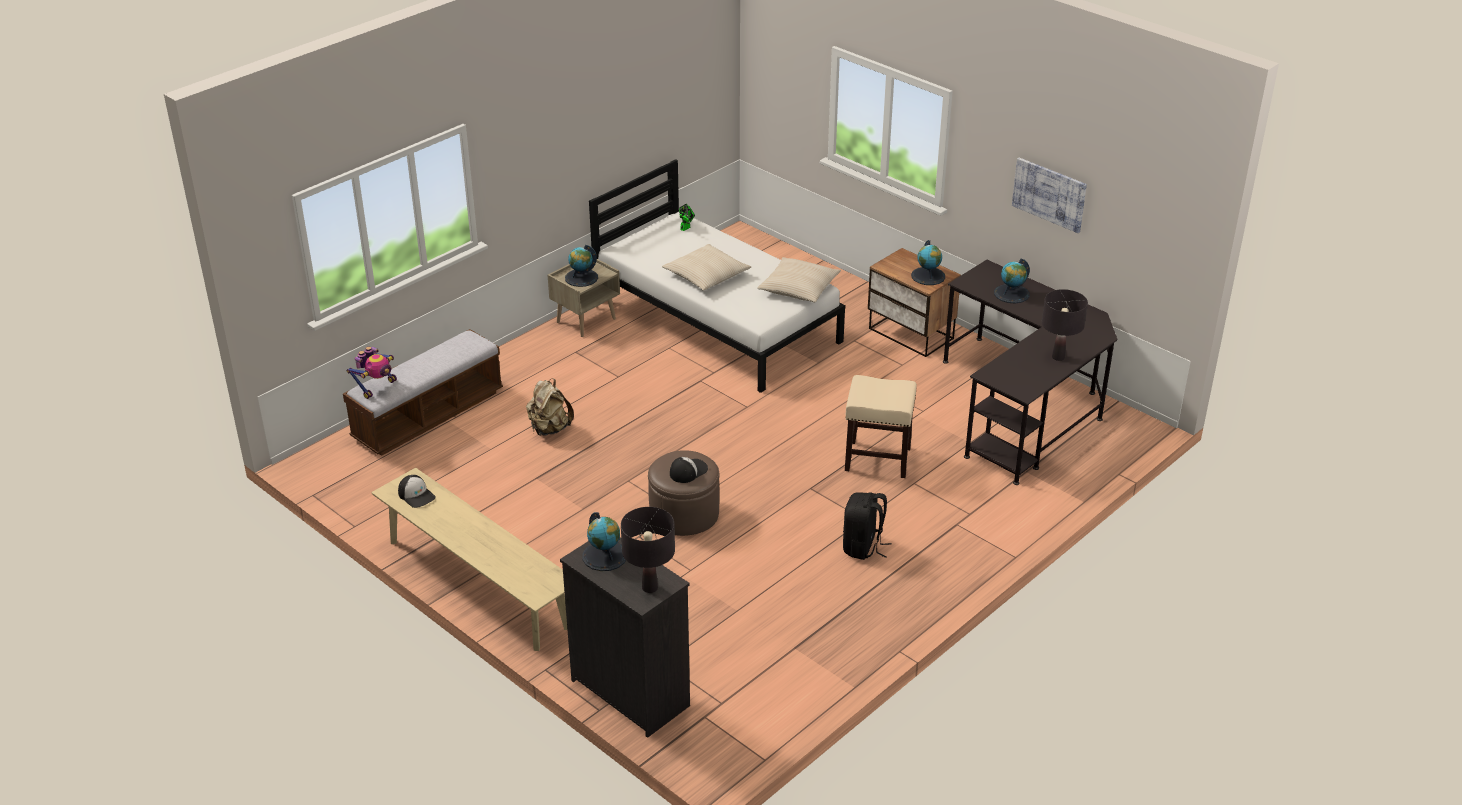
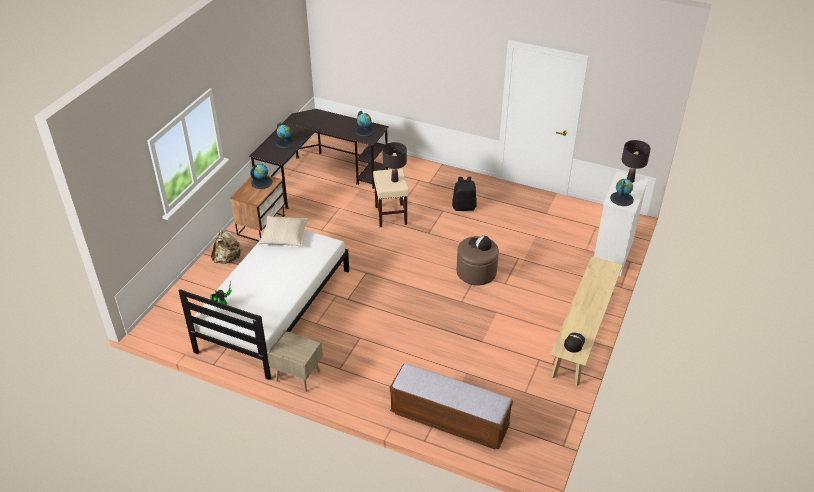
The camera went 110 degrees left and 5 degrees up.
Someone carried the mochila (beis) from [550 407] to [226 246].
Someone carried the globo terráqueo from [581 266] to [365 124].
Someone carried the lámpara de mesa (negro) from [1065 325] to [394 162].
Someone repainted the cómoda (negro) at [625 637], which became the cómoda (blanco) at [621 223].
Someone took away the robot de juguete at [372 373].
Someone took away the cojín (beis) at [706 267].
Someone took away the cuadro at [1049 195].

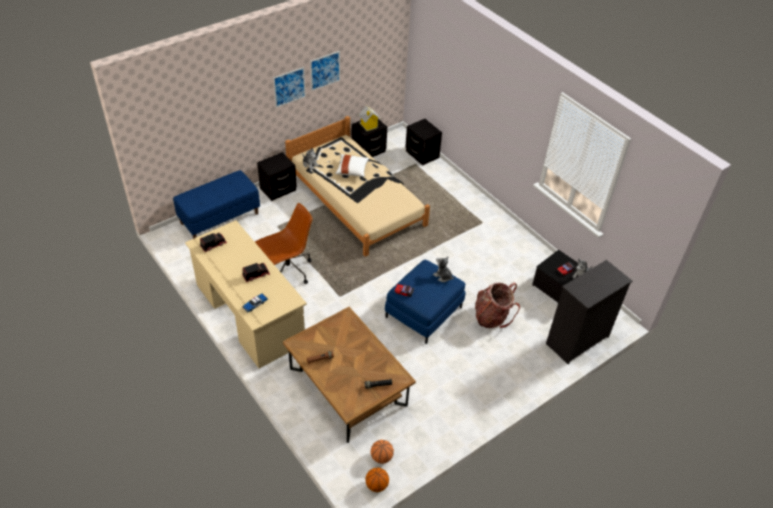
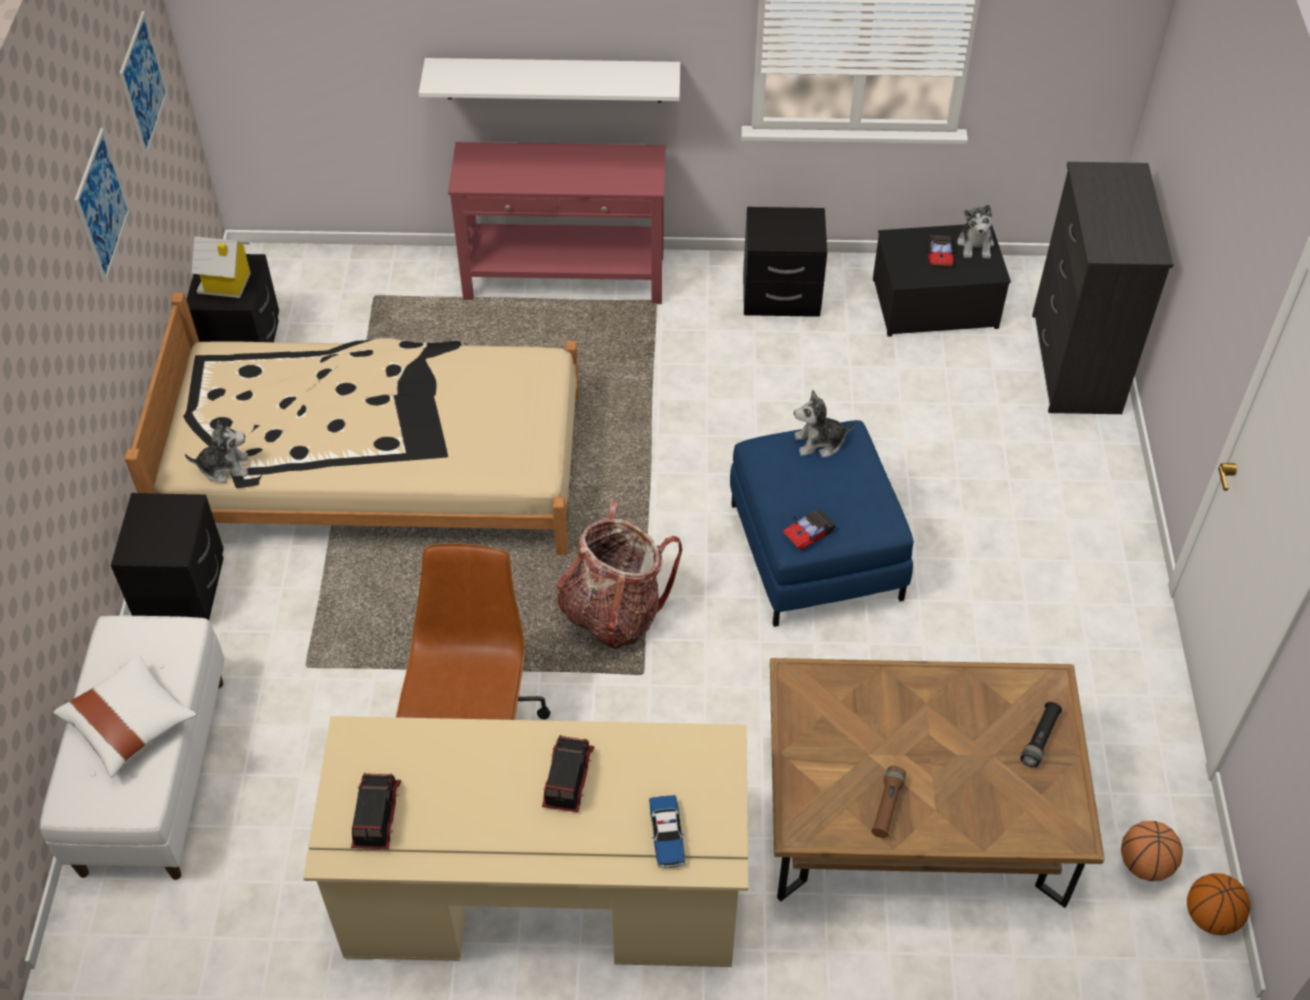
The camera went 50 degrees left and 5 degrees up.
Someone repainted the banco (azul) at [216 204], which became the banco (blanco) at [132 747].
Someone carried the cojín (blanco) from [352 165] to [124 716].
Someone carried the cuadro from [289 87] to [143 83].
Someone put up the estante (blanco) at [549 80].
Someone put down the mesa consola (rojo) at [557 223].
Someone carried the mochila from [497 305] to [619 575].
Someone carried the mesita de noche (negro) from [423 142] to [785 262].

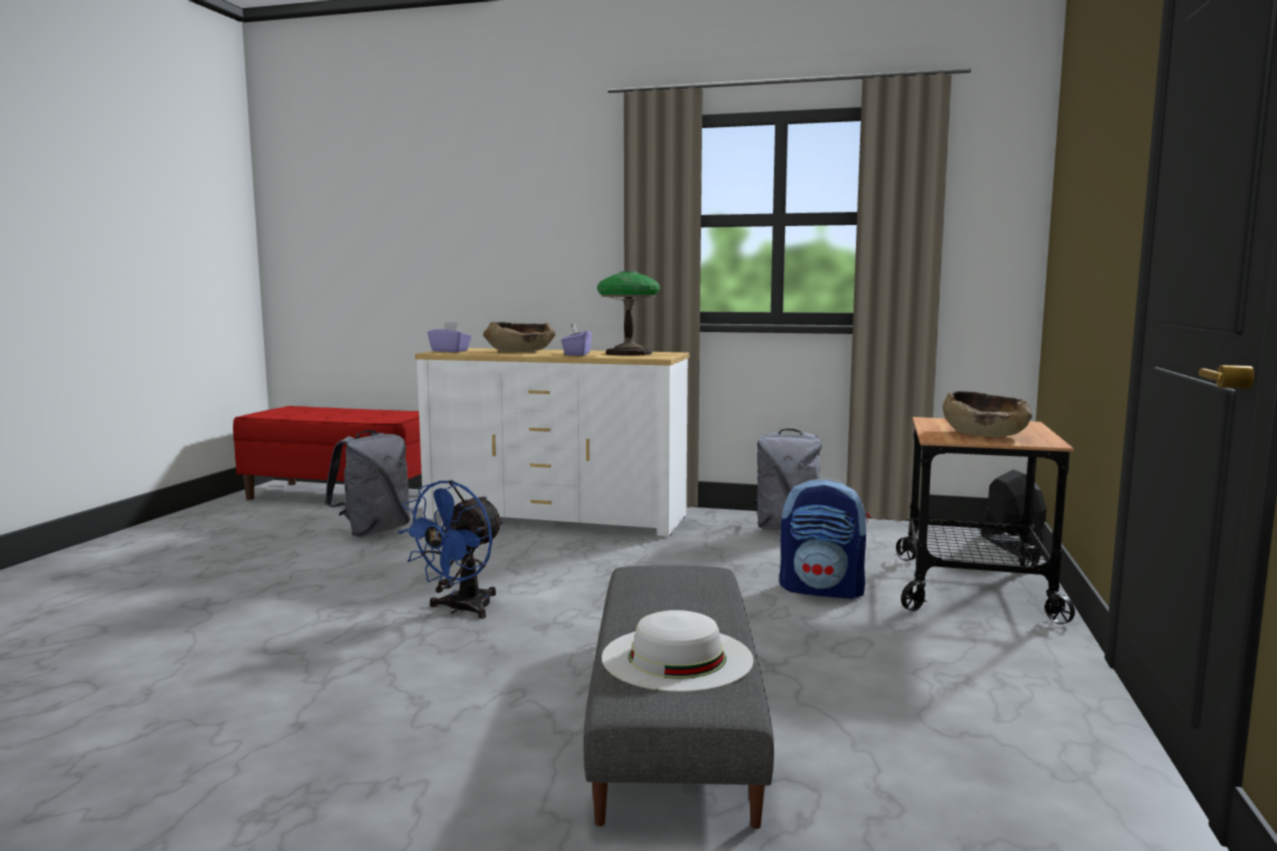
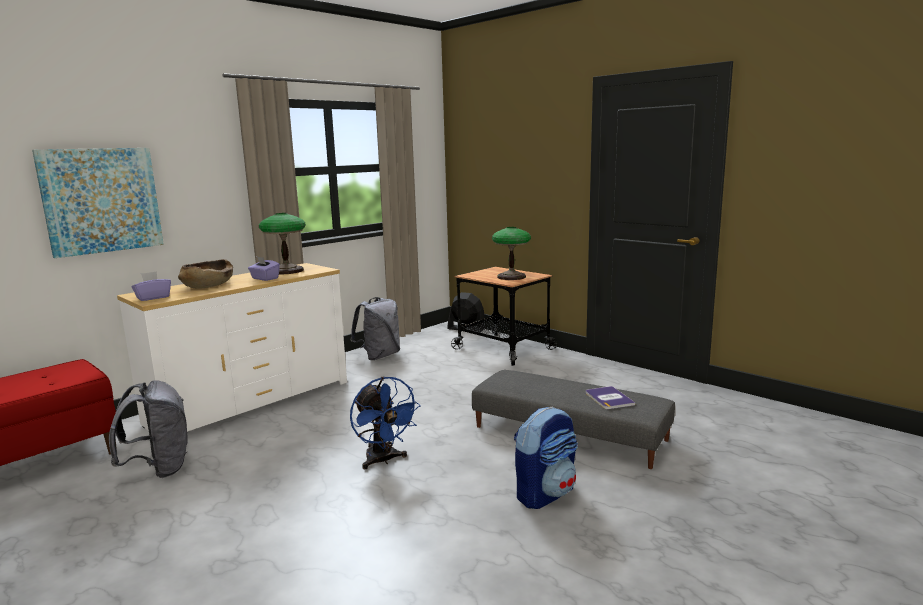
The camera went 60 degrees left and 5 degrees up.
Someone put up the cuadro at [98 203].
Someone swapped the cuenco (marrón) at [987 414] for the lámpara de mesa at [511 253].
Someone carried the mochila from [824 538] to [546 458].
Someone swapped the sombrero (blanco) at [678 651] for the libro at [610 397].

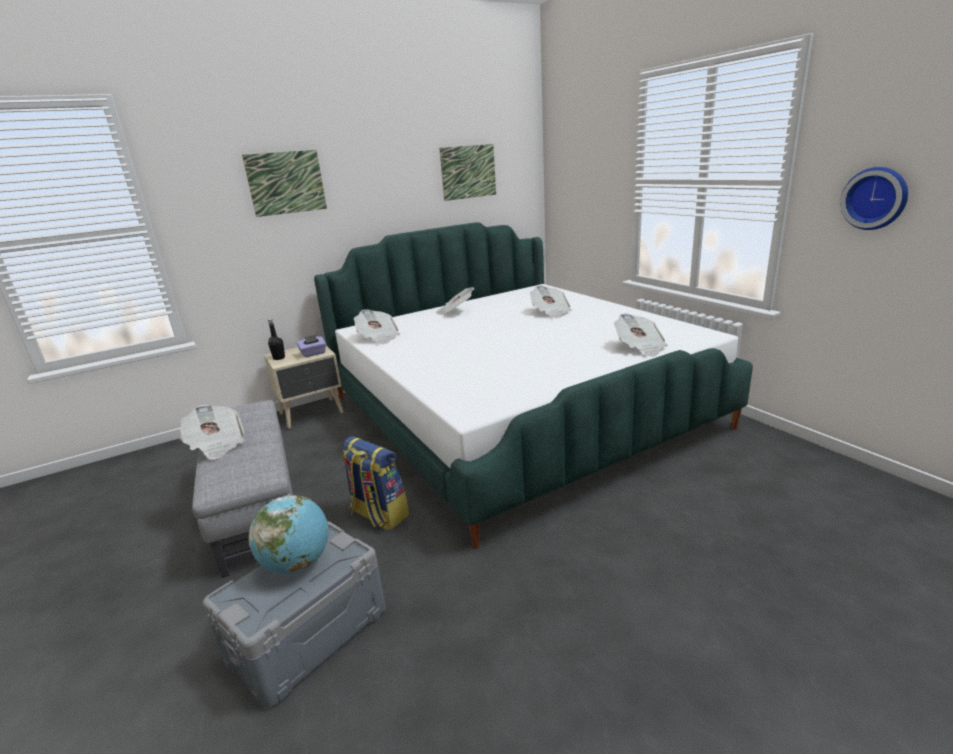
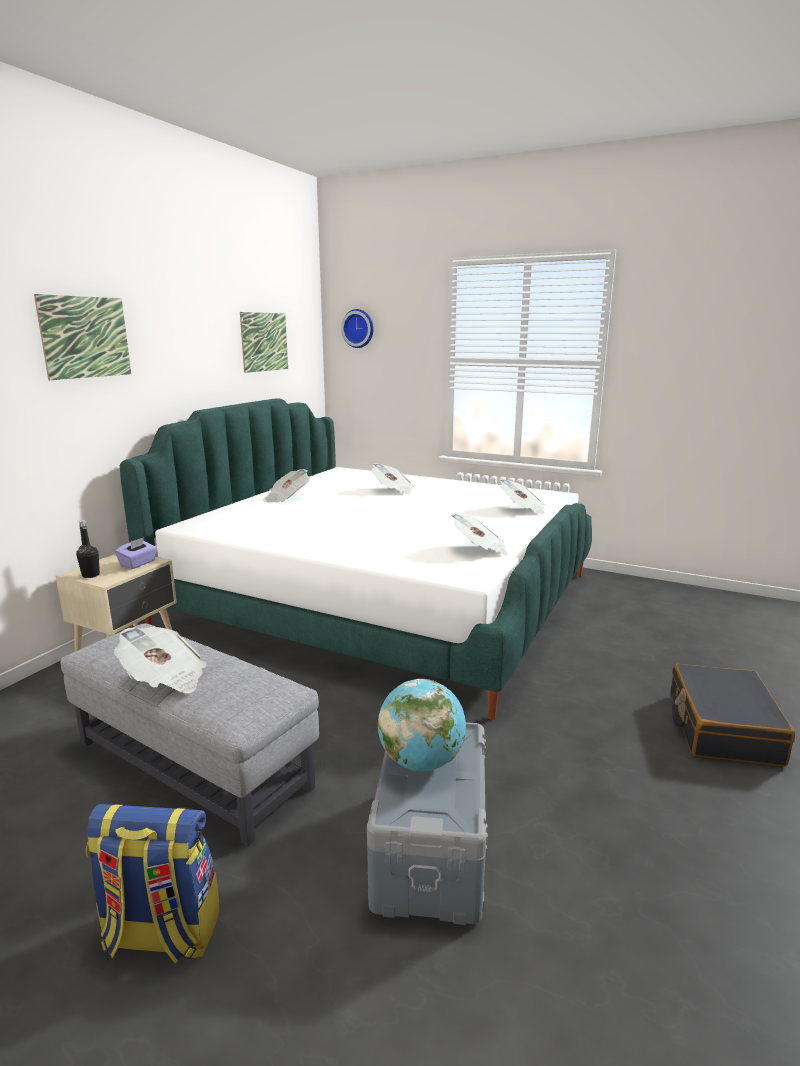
The camera went 35 degrees left and 5 degrees down.
Someone carried the mochila from [375 483] to [153 883].
Someone carried the reloj de pared from [874 198] to [357 328].
Someone carried the periódico from [377 326] to [479 534].
Someone put down the maleta (negro) at [732 715].

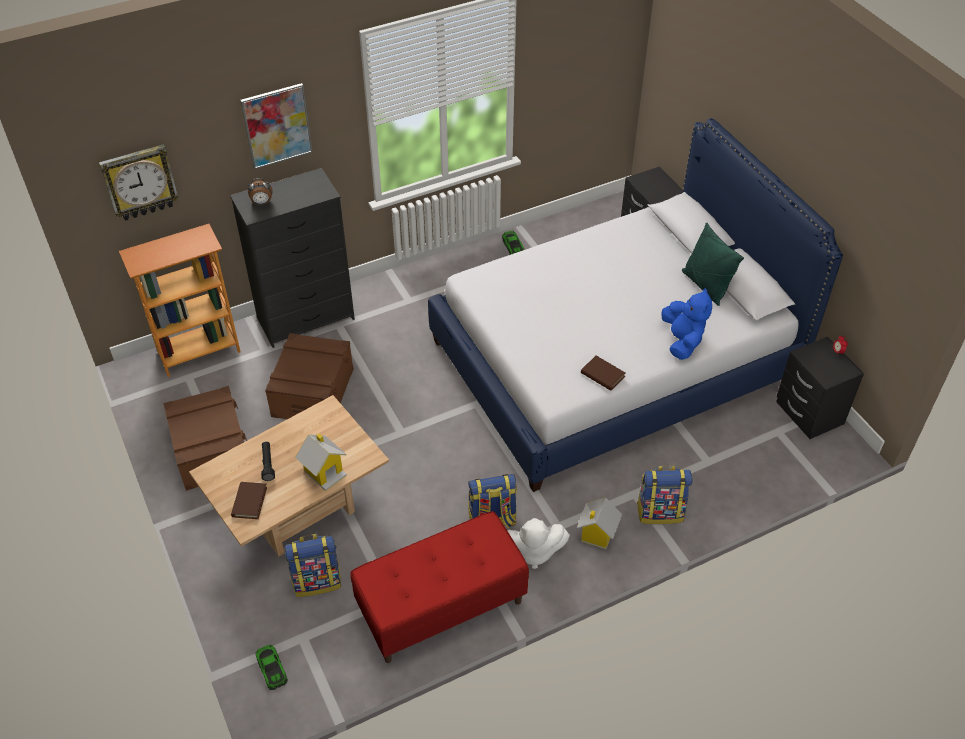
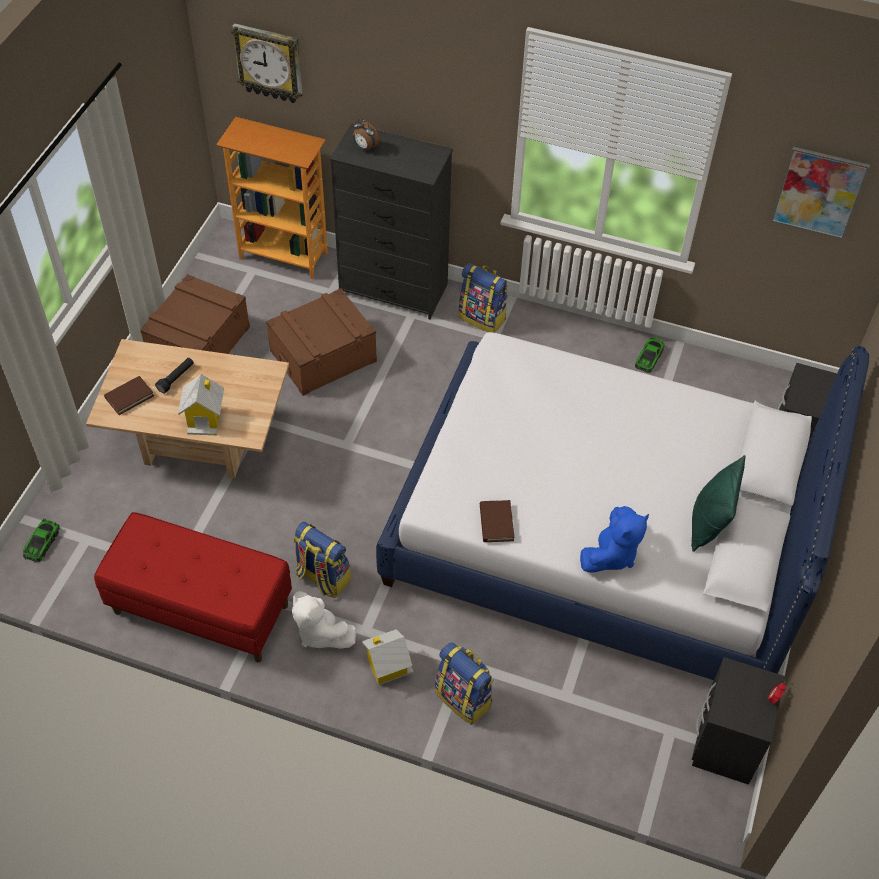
The camera went 45 degrees right and 5 degrees up.
Someone carried the mochila from [313 565] to [483 298].
Someone carried the cuadro from [276 126] to [820 193].

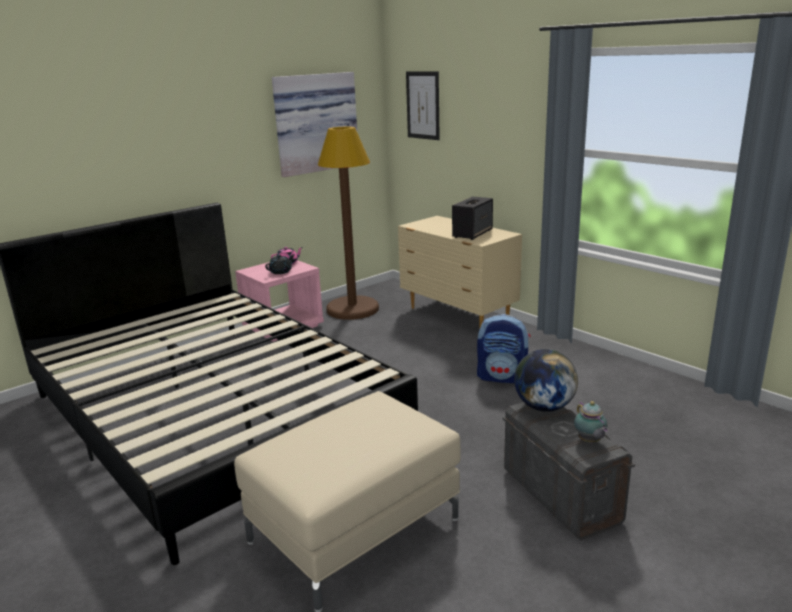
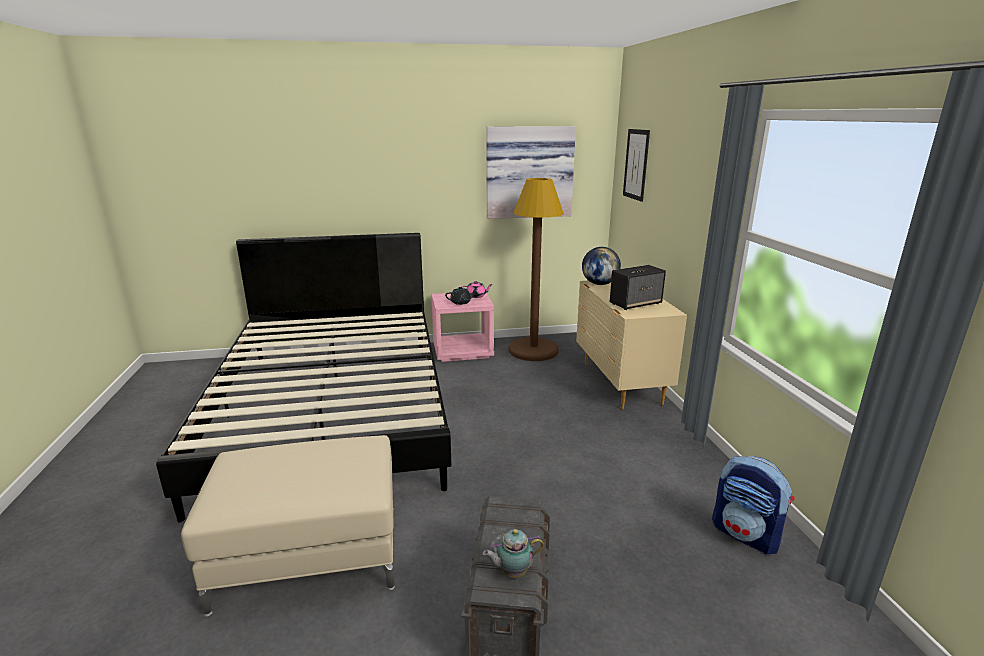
The camera went 30 degrees right and 0 degrees up.
Someone rotated the tetera at [591 422] by 60 degrees clockwise.
Someone carried the globo terráqueo from [546 380] to [601 266].
Someone carried the mochila from [504 348] to [753 505].

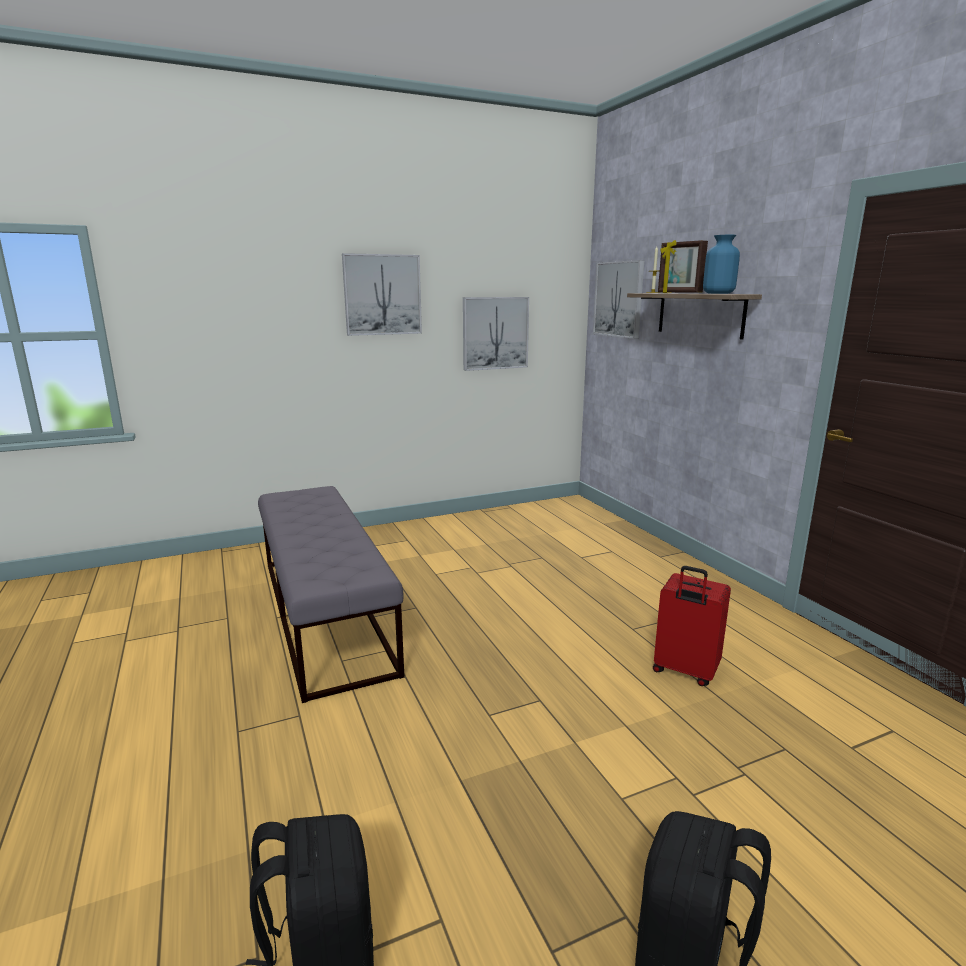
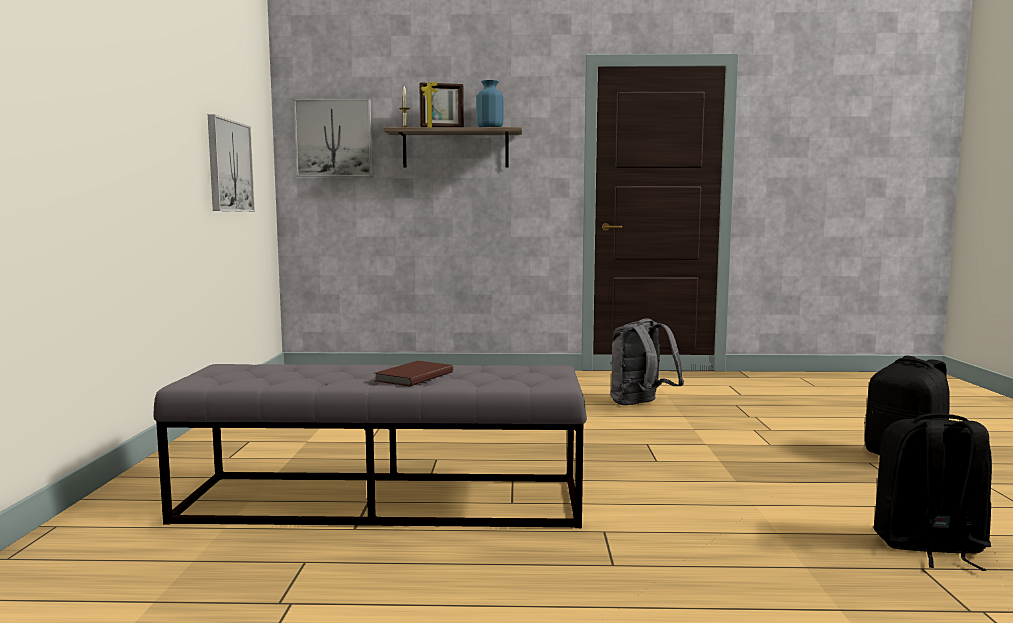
The camera went 65 degrees left and 10 degrees down.
Someone put down the libro (marrón) at [414 373].
Someone swapped the maleta (rojo) at [692 626] for the mochila (gris) at [647 361].
Someone took away the cuadro at [382 294].

